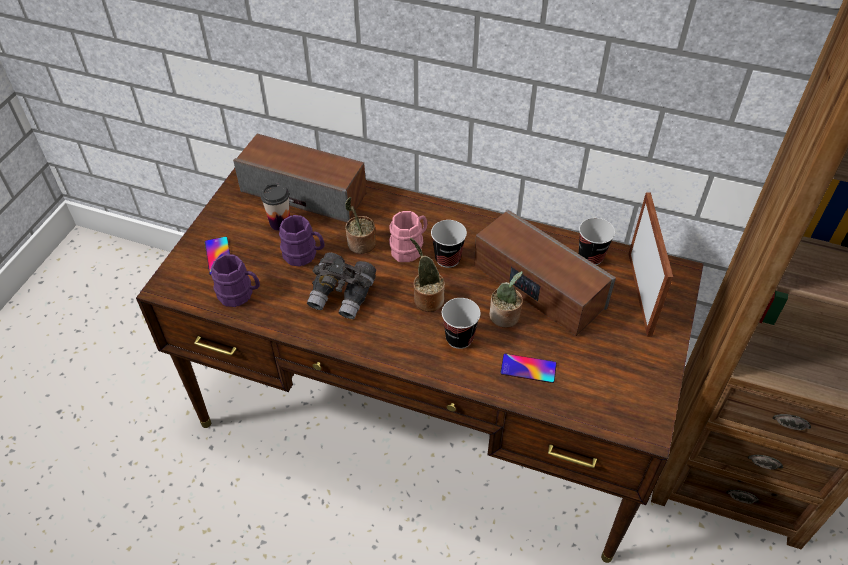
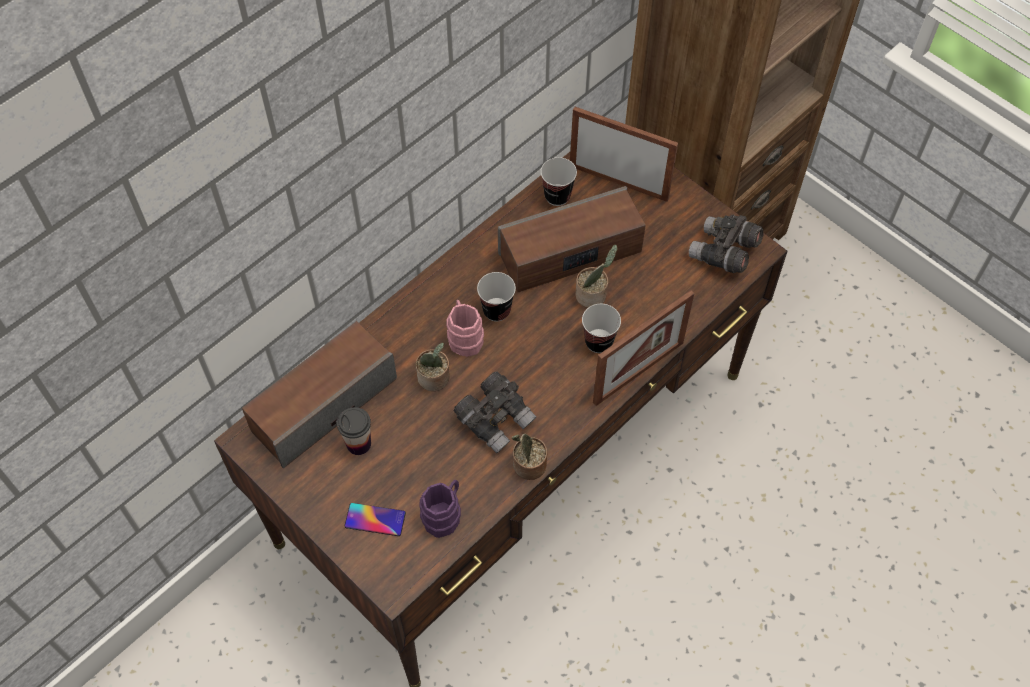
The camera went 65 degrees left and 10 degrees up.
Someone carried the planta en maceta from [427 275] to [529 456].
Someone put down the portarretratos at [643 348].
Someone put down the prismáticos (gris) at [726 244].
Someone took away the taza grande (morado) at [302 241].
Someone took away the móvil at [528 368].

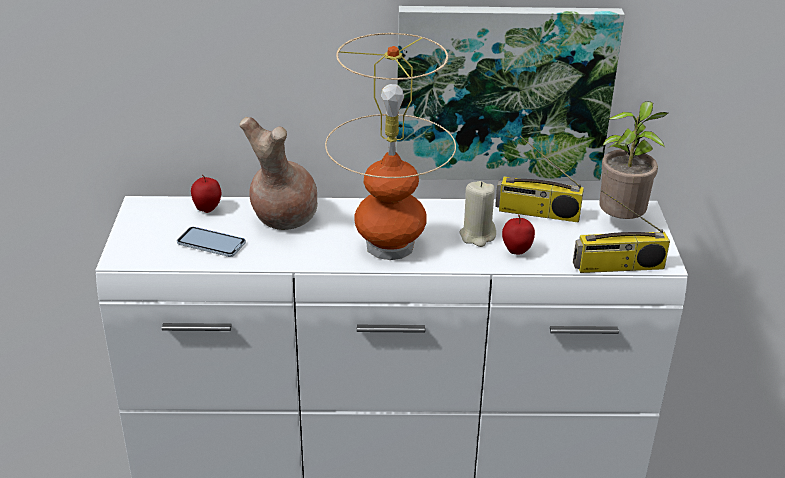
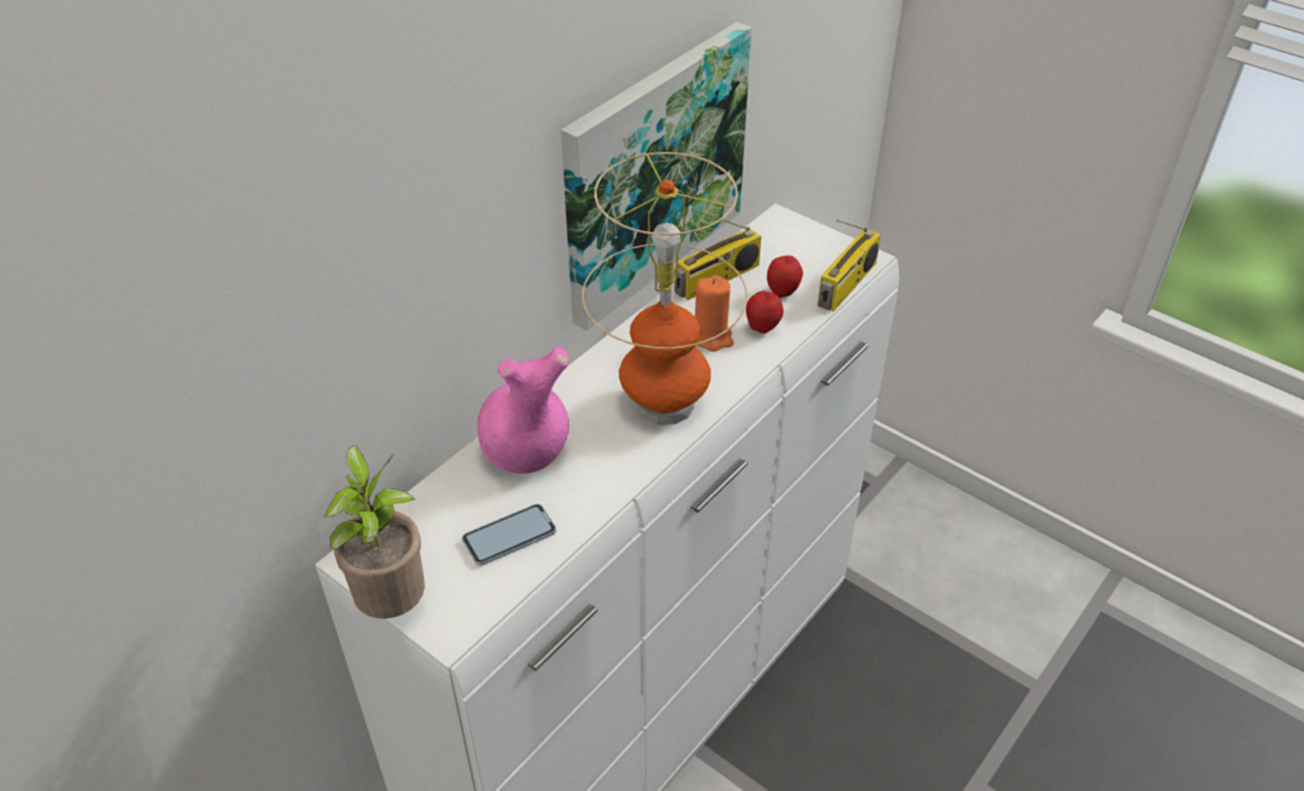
The camera went 50 degrees left and 10 degrees up.
Someone carried the planta en maceta from [633 160] to [374 532].
Someone repainted the florero (marrón) at [278 173], which became the florero (rosa) at [523 410].
Someone repainted the vela (beis) at [477 214], which became the vela (naranja) at [714 313].
Someone carried the manzana from [206 194] to [785 276].

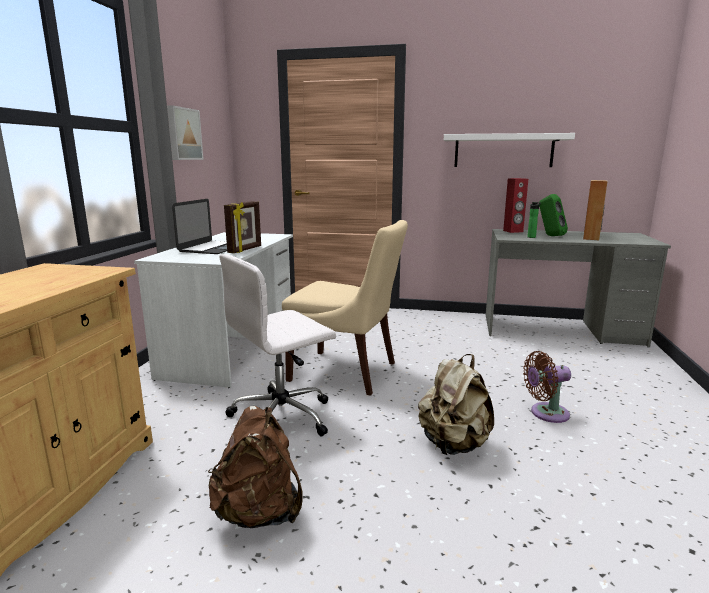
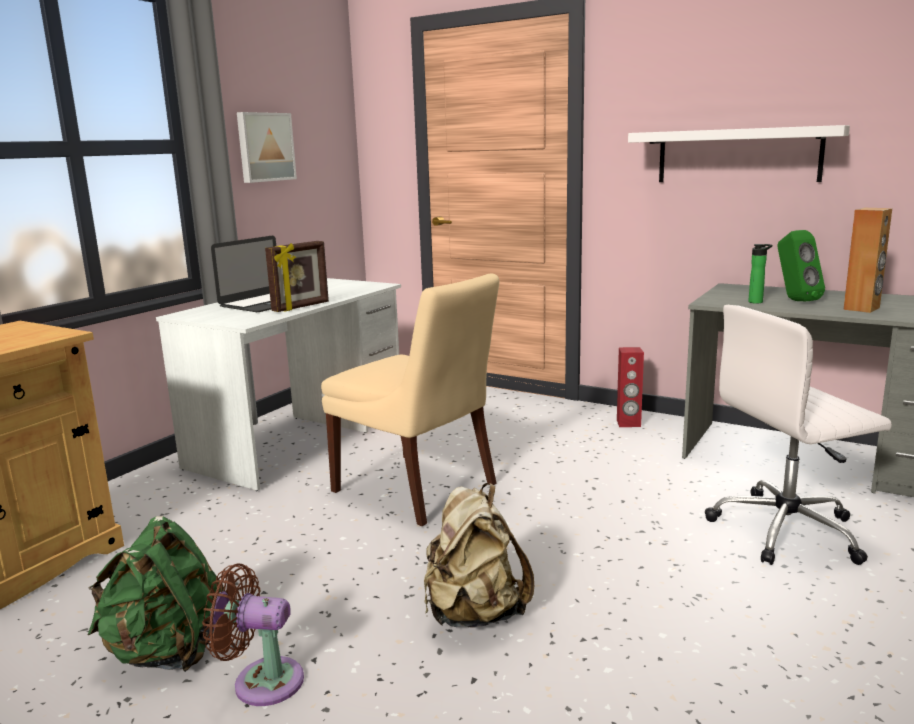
The camera went 20 degrees right and 0 degrees up.
Someone repainted the mochila (marrón) at [255 467], which became the mochila (verde) at [157 594].
Someone carried the ventilador (marrón) from [547 387] to [253 635].
Someone carried the altavoz (rojo) from [515 205] to [630 387].
Someone carried the silla de oficina (blanco) from [277 345] to [798 435].

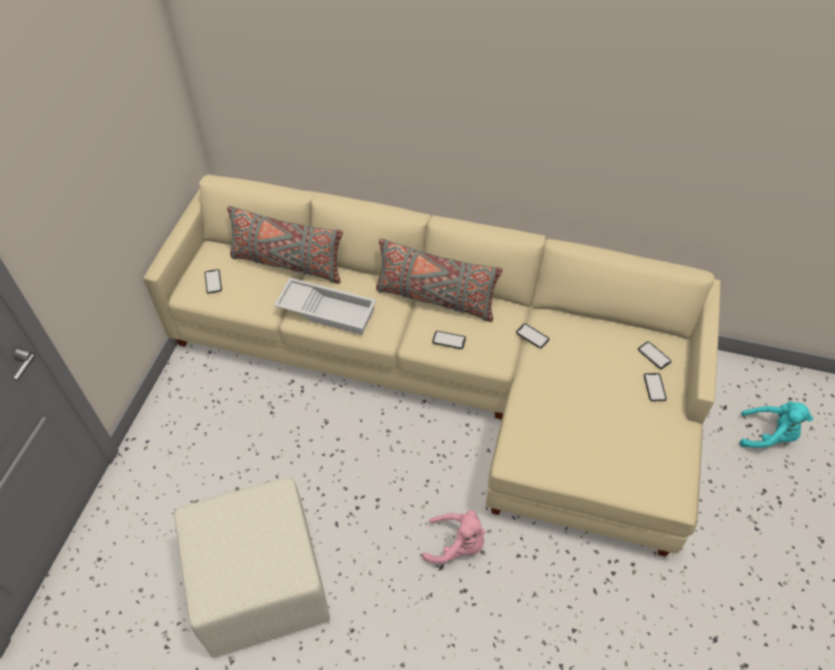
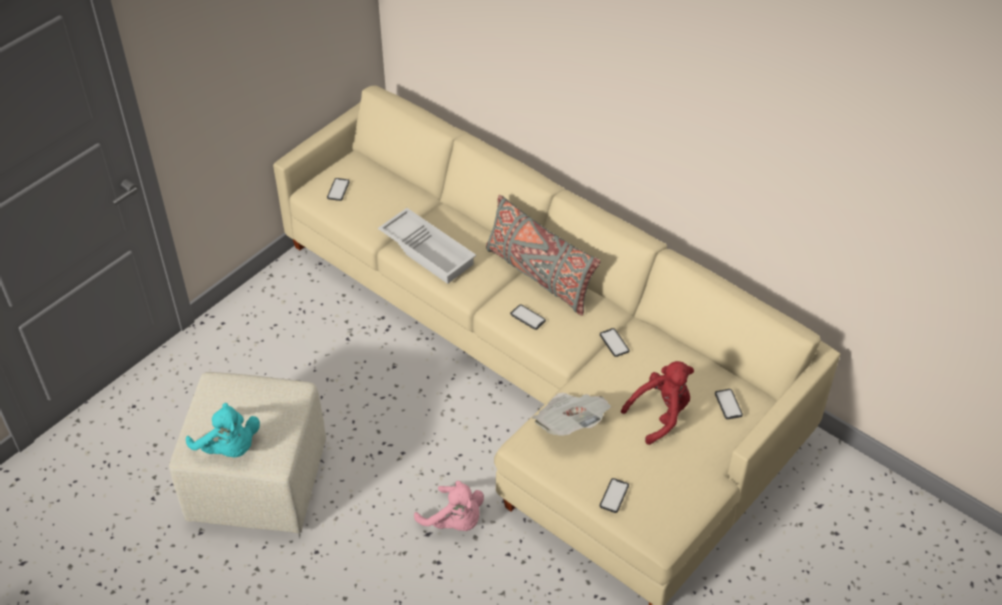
The camera went 25 degrees right and 5 degrees down.
Someone carried the peluche (turquesa) from [776 424] to [223 430].
Someone put down the periódico at [571 414].
Someone carried the móvil from [655 387] to [614 495].
Someone put down the peluche (rojo) at [657 403].
Someone took away the cojín (gris) at [285 245].

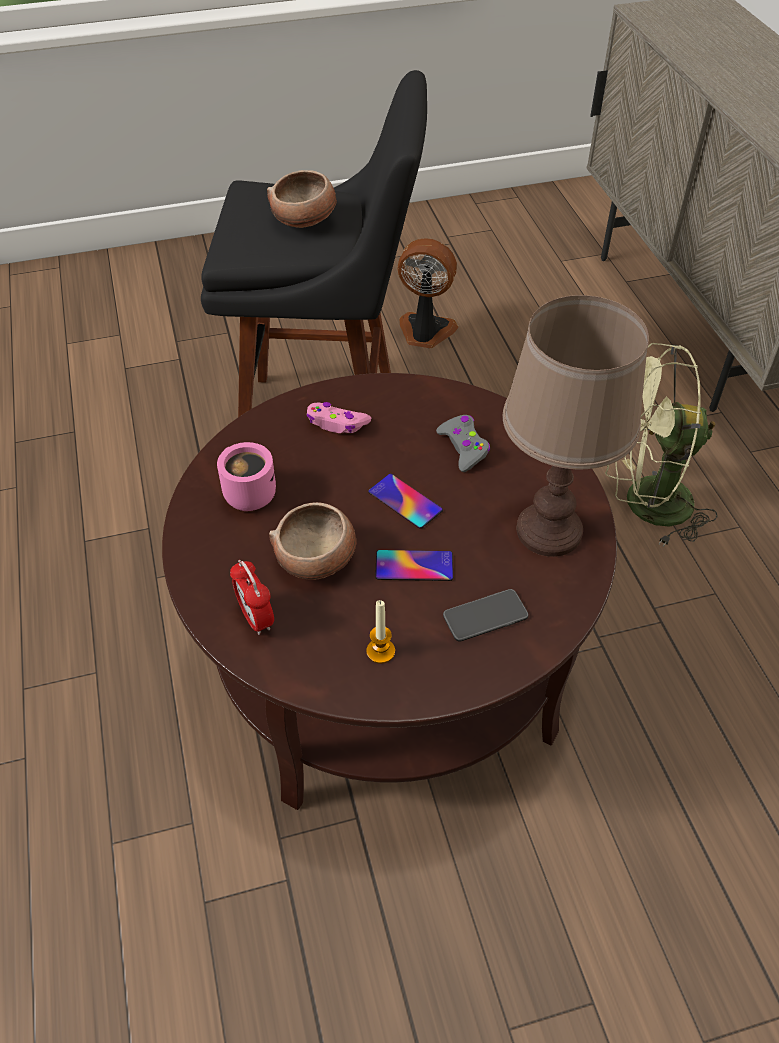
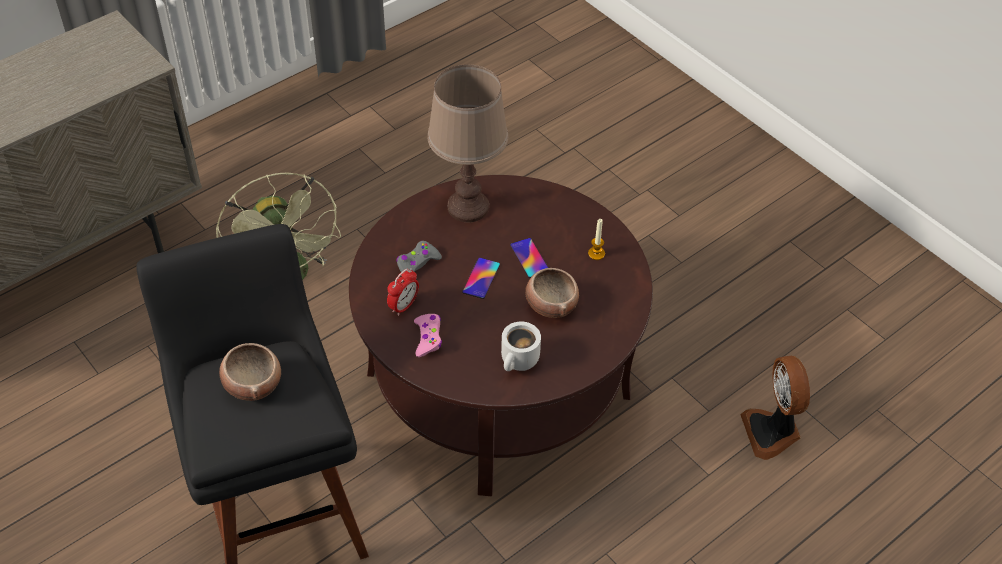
The camera went 115 degrees left and 0 degrees up.
Someone carried the despertador from [252 597] to [403 292].
Someone repainted the taza grande (rosa) at [246 476], which became the taza grande (blanco) at [521 346].
Someone carried the ventilador from [427 293] to [775 408].
Someone took away the móvil at [486 615].

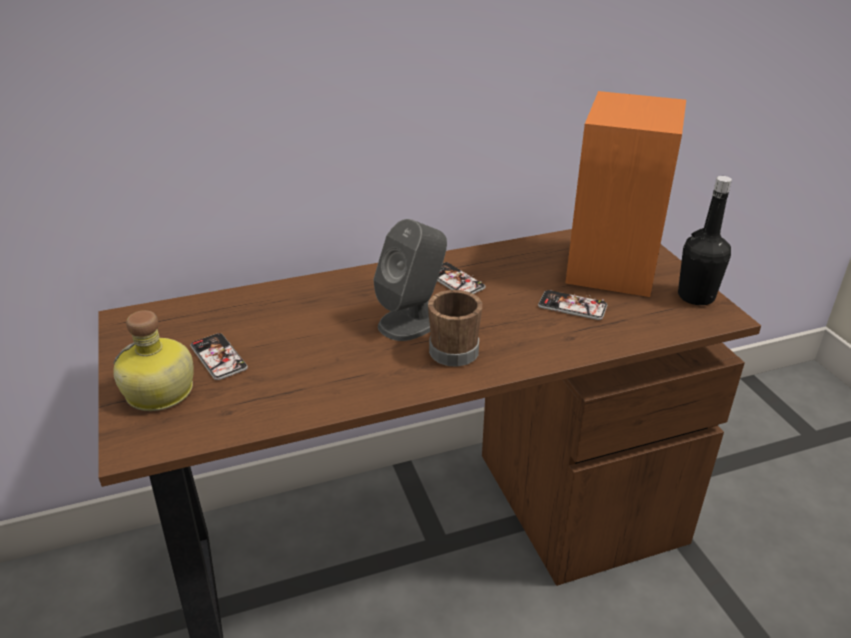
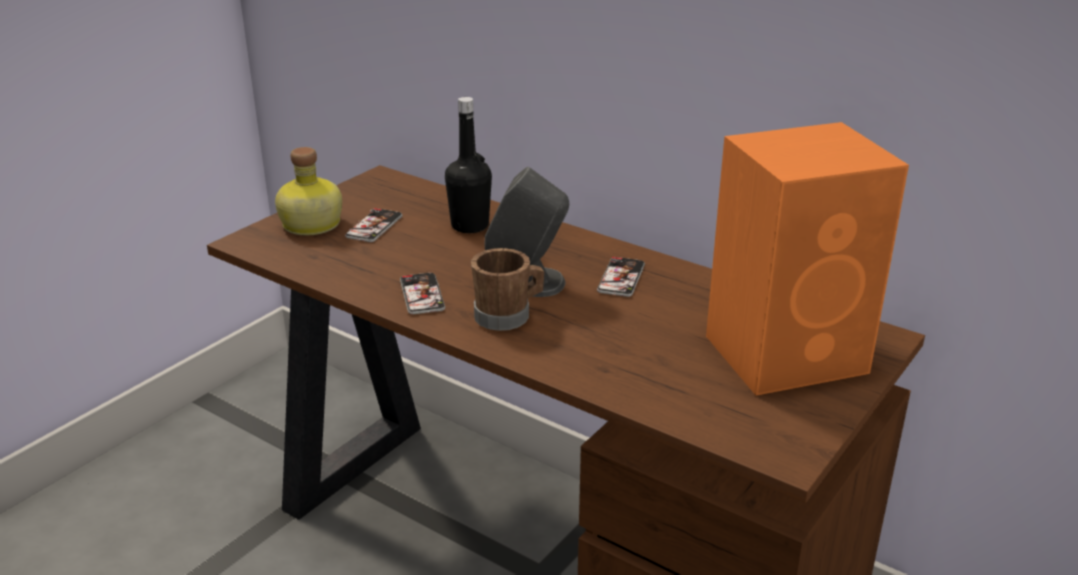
The camera went 55 degrees right and 5 degrees down.
Someone carried the móvil from [572 305] to [422 293].
Someone carried the botella (negro) from [705 240] to [468 165].

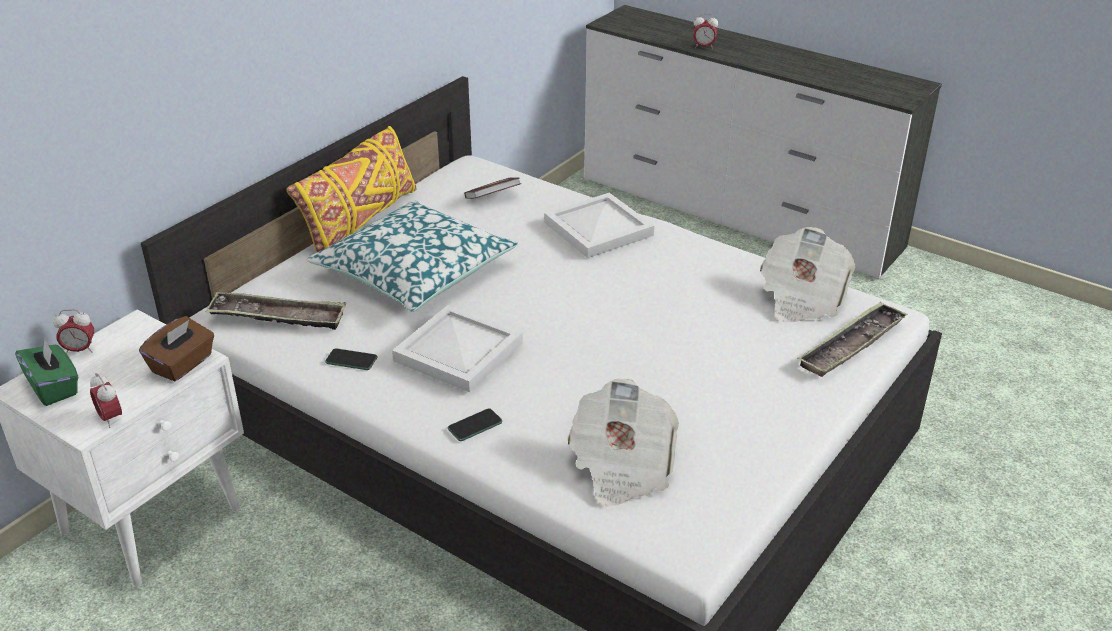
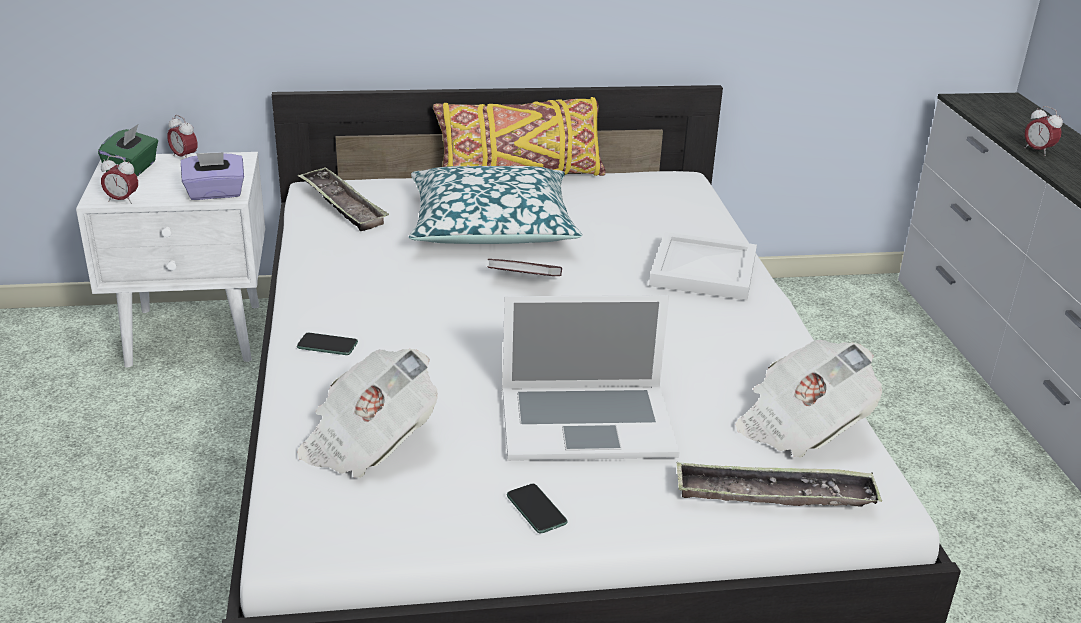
The camera went 45 degrees right and 5 degrees down.
Someone rotated the despertador at [106 400] by 90 degrees counterclockwise.
Someone repainted the caja de pañuelos (marrón) at [176 348], which became the caja de pañuelos (morado) at [212 176].
Someone carried the libro from [492 188] to [524 267].
Someone put down the portátil at [591 378].
Someone carried the móvil from [351 359] to [537 508].
Someone took away the bandeja (blanco) at [457 348].

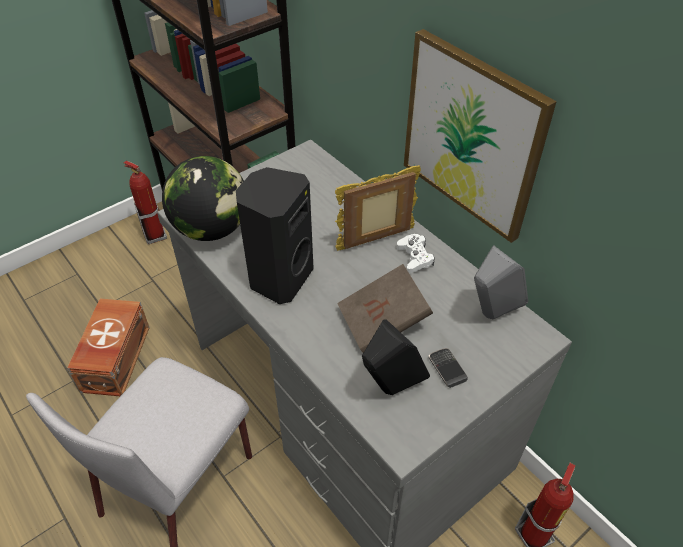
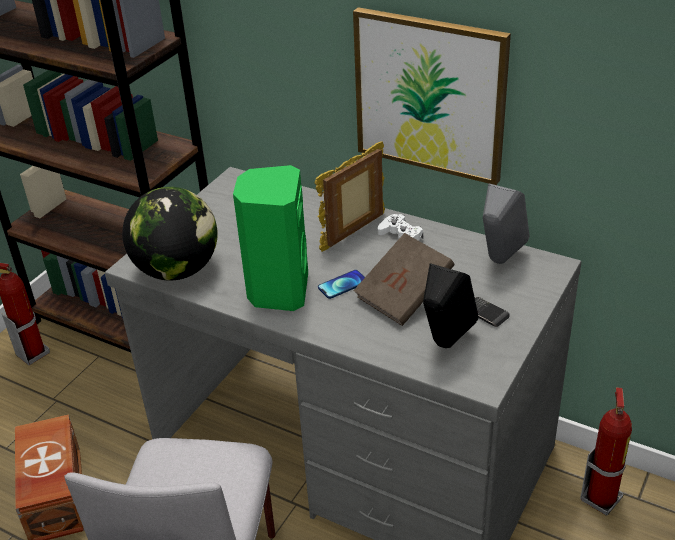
The camera went 20 degrees left and 10 degrees down.
Someone repainted the altavoz (negro) at [275 235], which became the altavoz (verde) at [270 238].
Someone put down the móvil at [341 284].

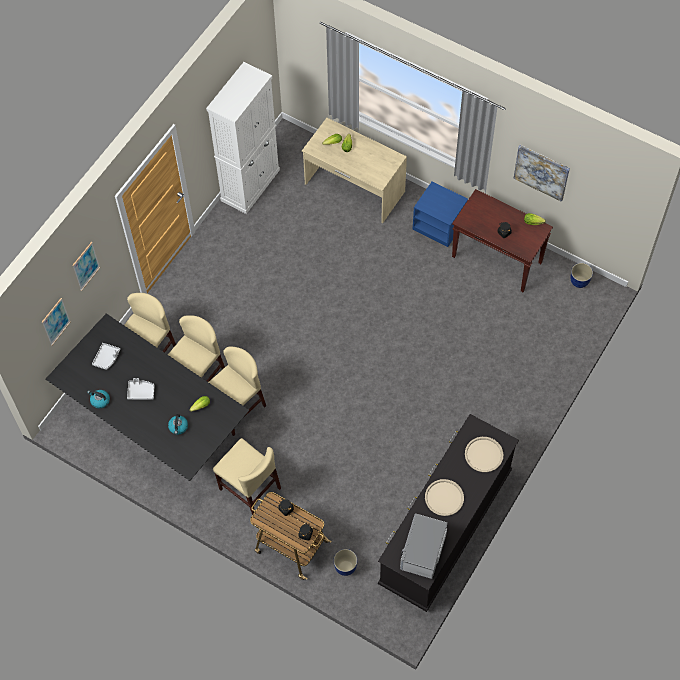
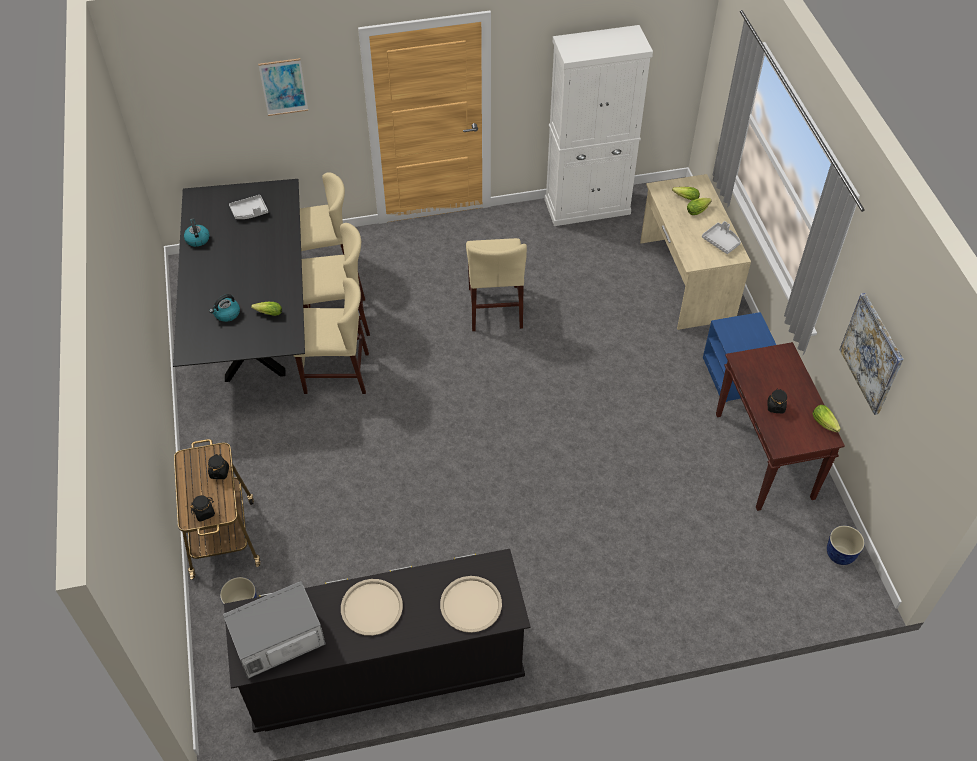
The camera went 45 degrees right and 10 degrees down.
Someone carried the silla (beis) from [247 476] to [496 284].
Someone carried the bandeja (gris) from [141 389] to [721 237].
Someone took away the cuadro at [56 322].

